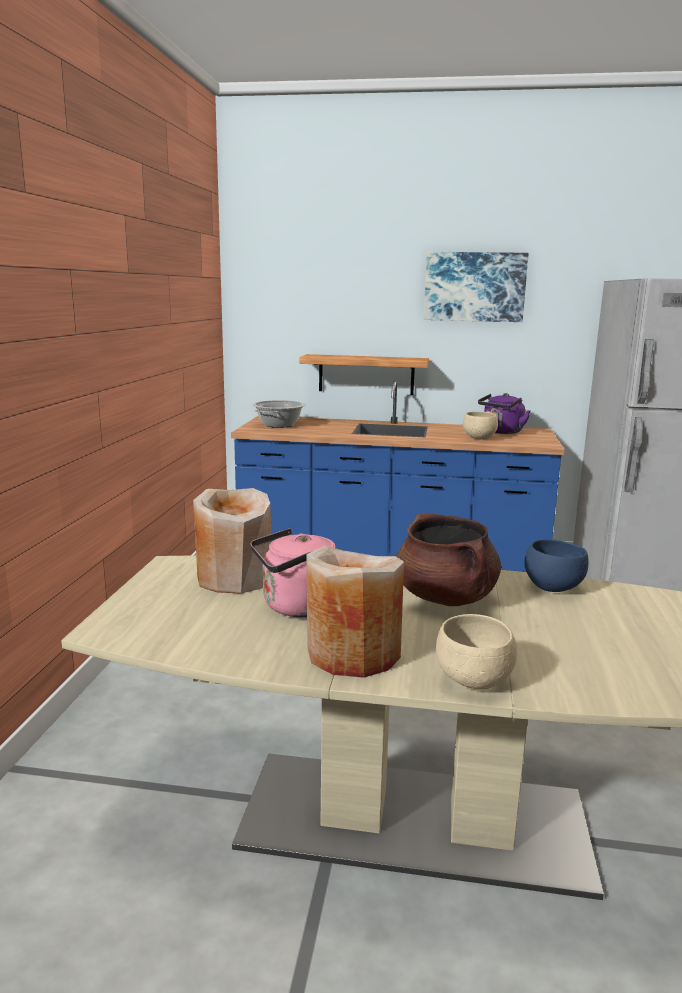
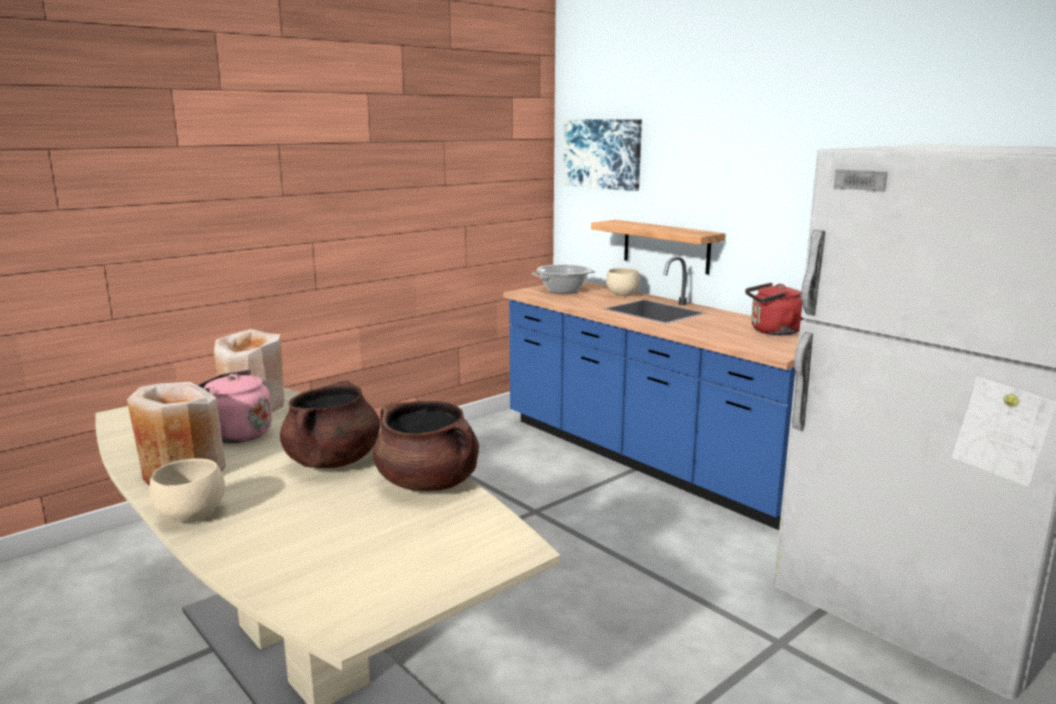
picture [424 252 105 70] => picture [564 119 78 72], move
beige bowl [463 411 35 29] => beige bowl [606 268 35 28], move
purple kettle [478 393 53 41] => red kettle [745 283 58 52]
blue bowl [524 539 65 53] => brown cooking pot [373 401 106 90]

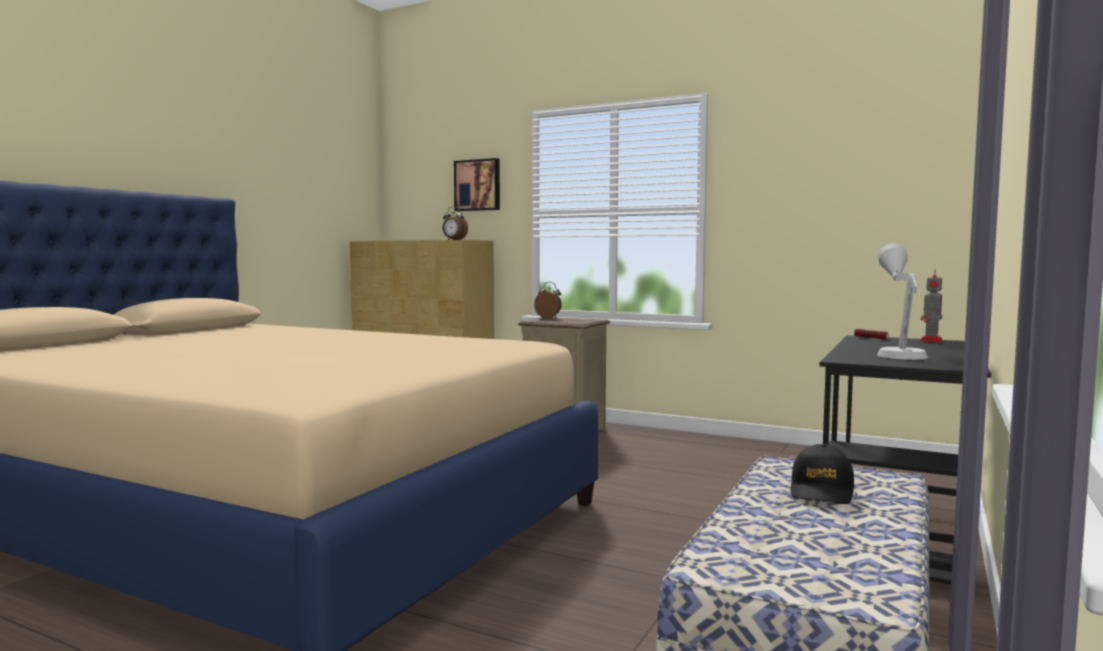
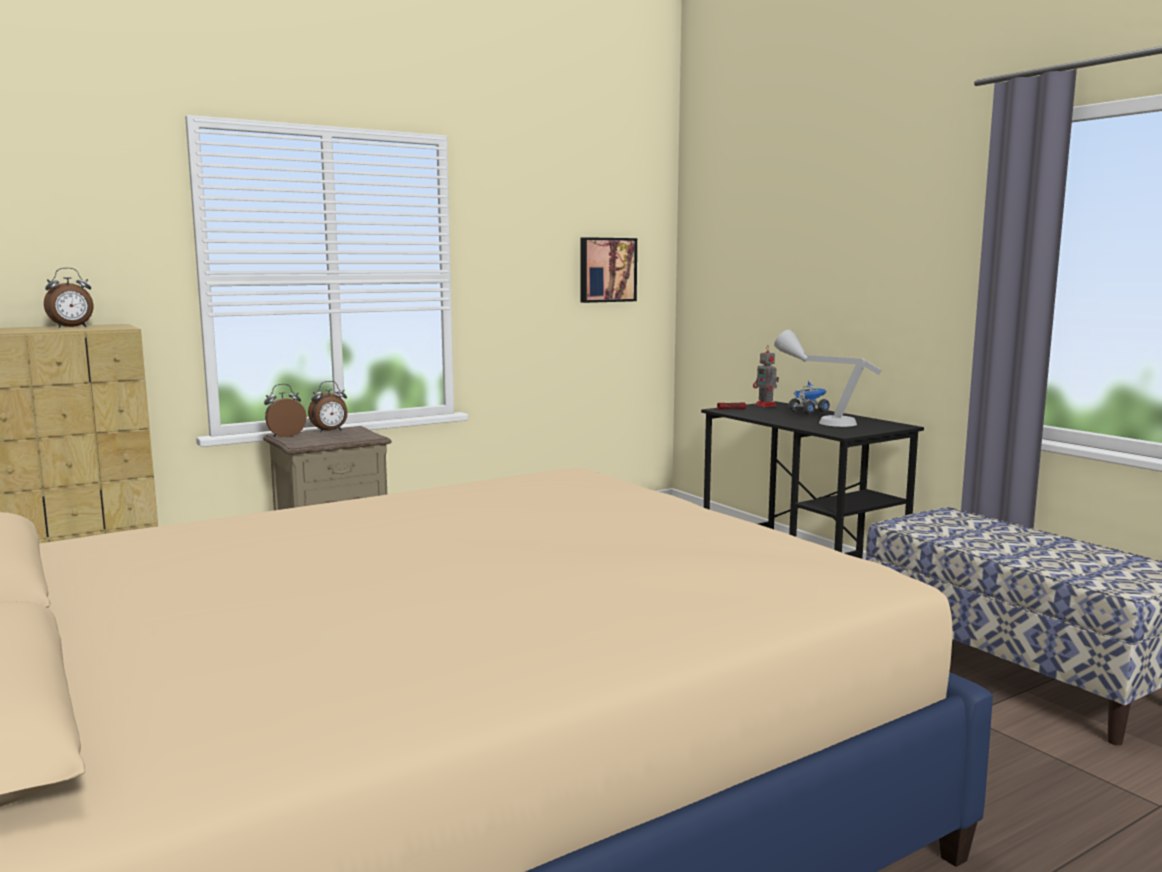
picture [454 158 46 53] => picture [580 237 57 66], move
black cap [790 444 64 60] => nothing
nothing => alarm clock [308 381 40 52]
nothing => toy truck [788 381 42 33]

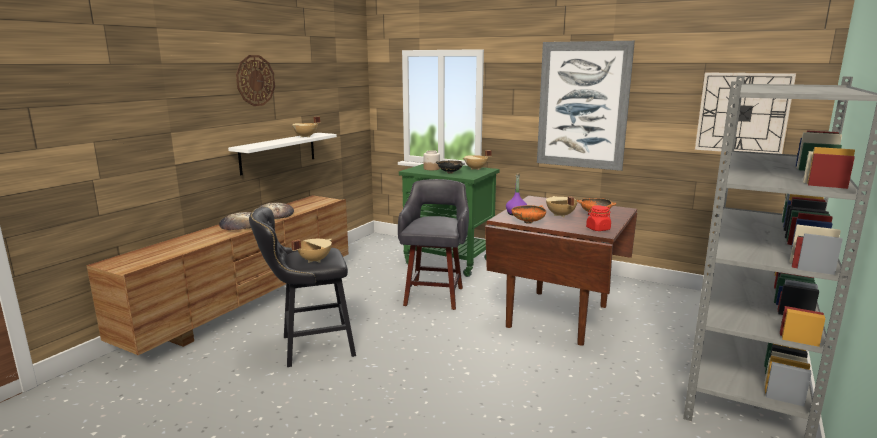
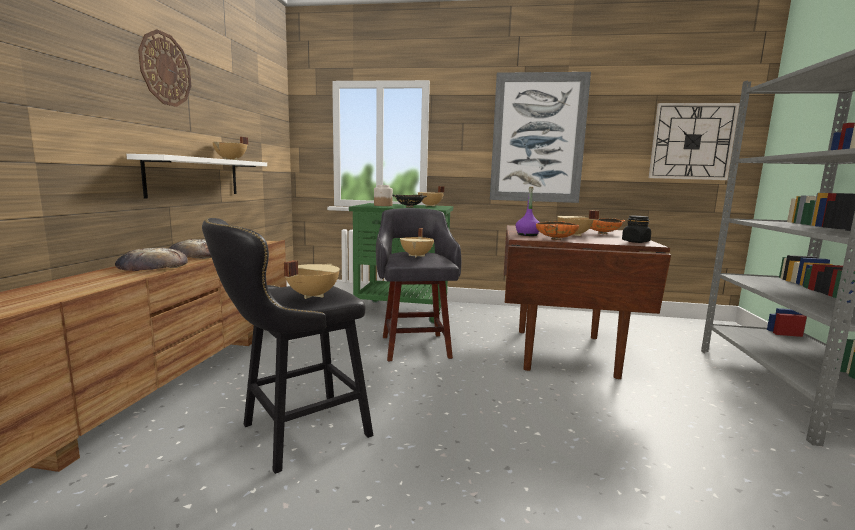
red jar [586 206 25 25] => black jar [622 216 29 27]
nothing => beige cooking pot [400 228 34 29]

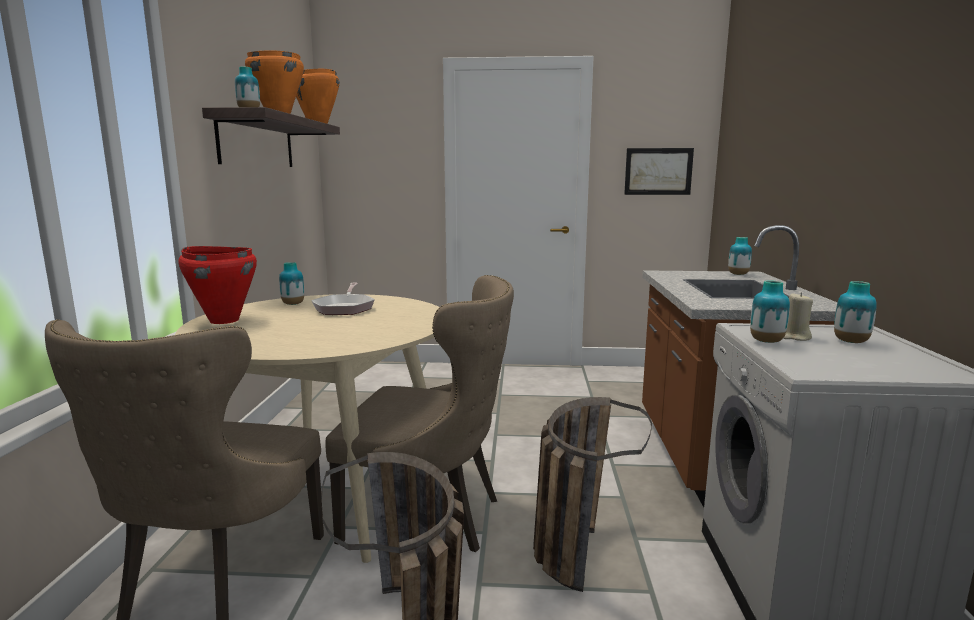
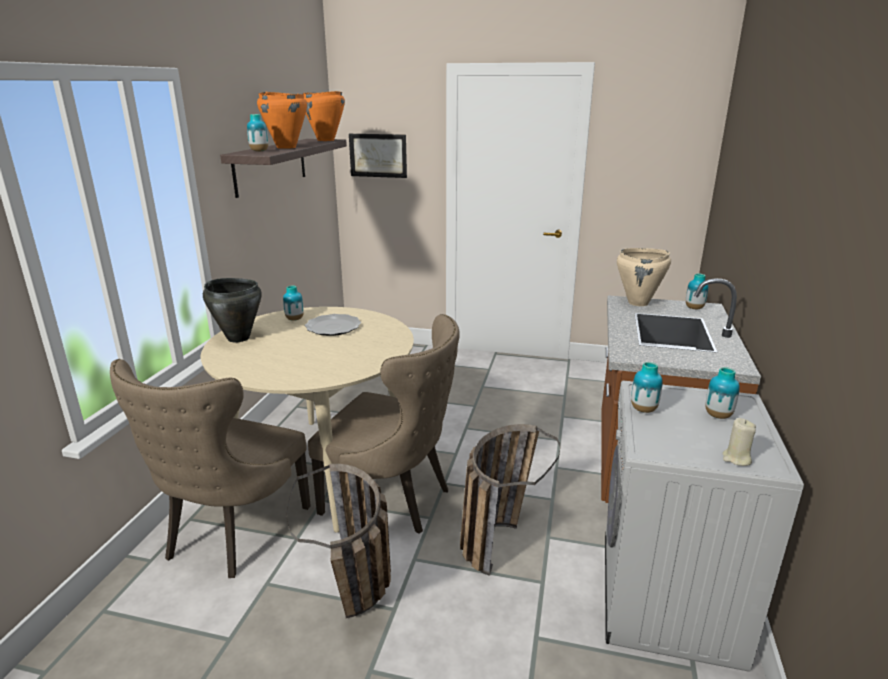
red cooking pot [179 246 78 78] => black cooking pot [203 278 59 64]
frying pan [311 282 64 33] => plate [305 314 56 22]
picture [624 148 70 47] => picture [349 134 58 44], move
beige candle [784 292 29 49] => beige candle [722 418 34 48], move
nothing => beige cooking pot [617 248 54 58]

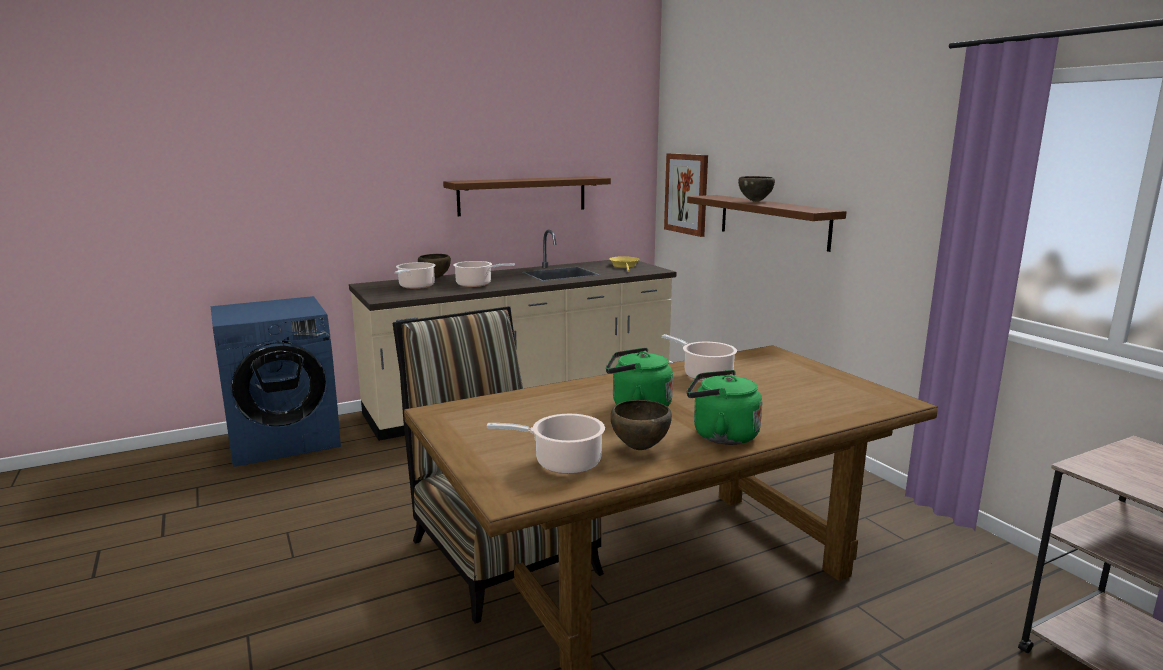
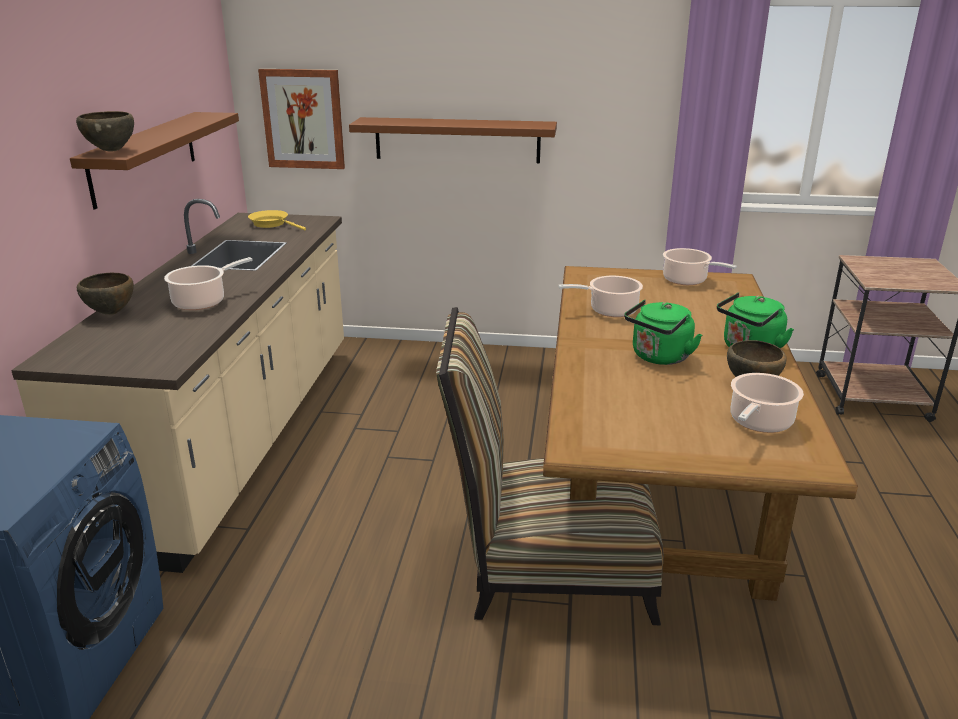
cooking pot [395 262 41 27] => cooking pot [663 248 74 37], move
brown bowl [738 176 37 26] => brown bowl [76 111 58 41], move

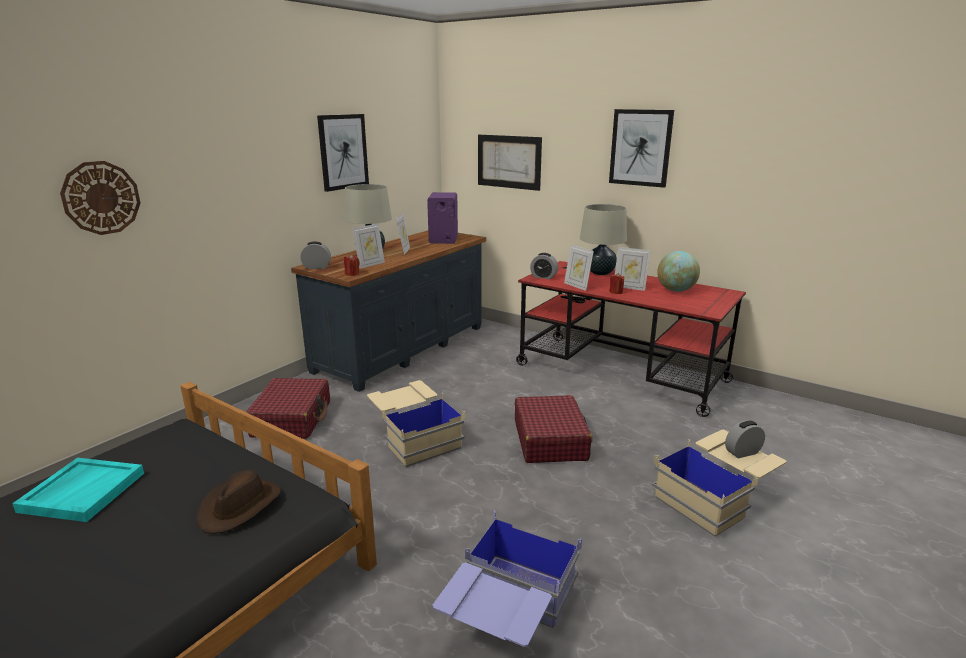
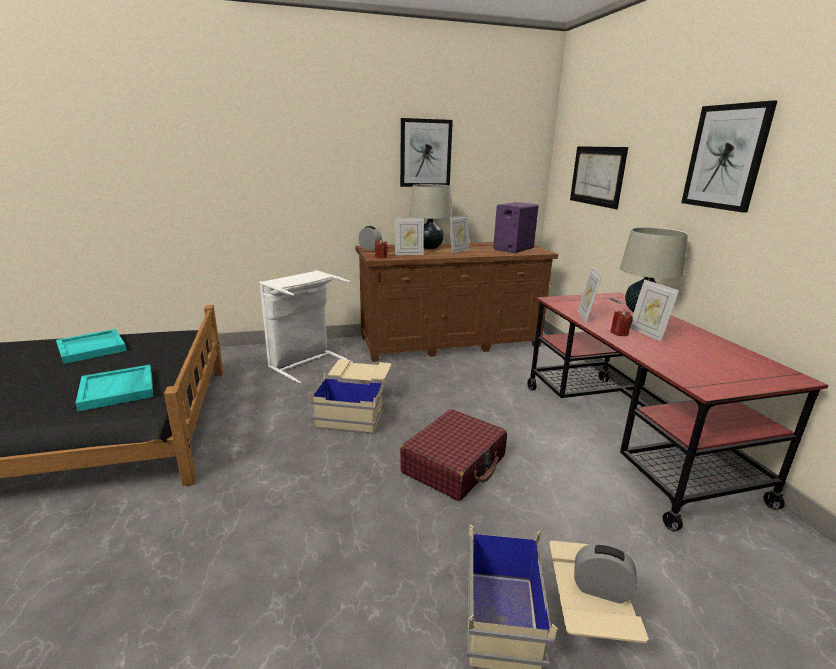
wall clock [60 161 81 74] => nothing
brown hat [196 470 85 64] => turquoise tray [75 365 79 46]
red suitcase [246 378 84 61] => white laundry basket [259 270 94 114]
blue dresser [291 230 195 162] => brown dresser [355 242 203 120]
blue storage box [433 510 149 137] => nothing
alarm clock [530 253 28 26] => nothing
globe [657 251 43 41] => nothing

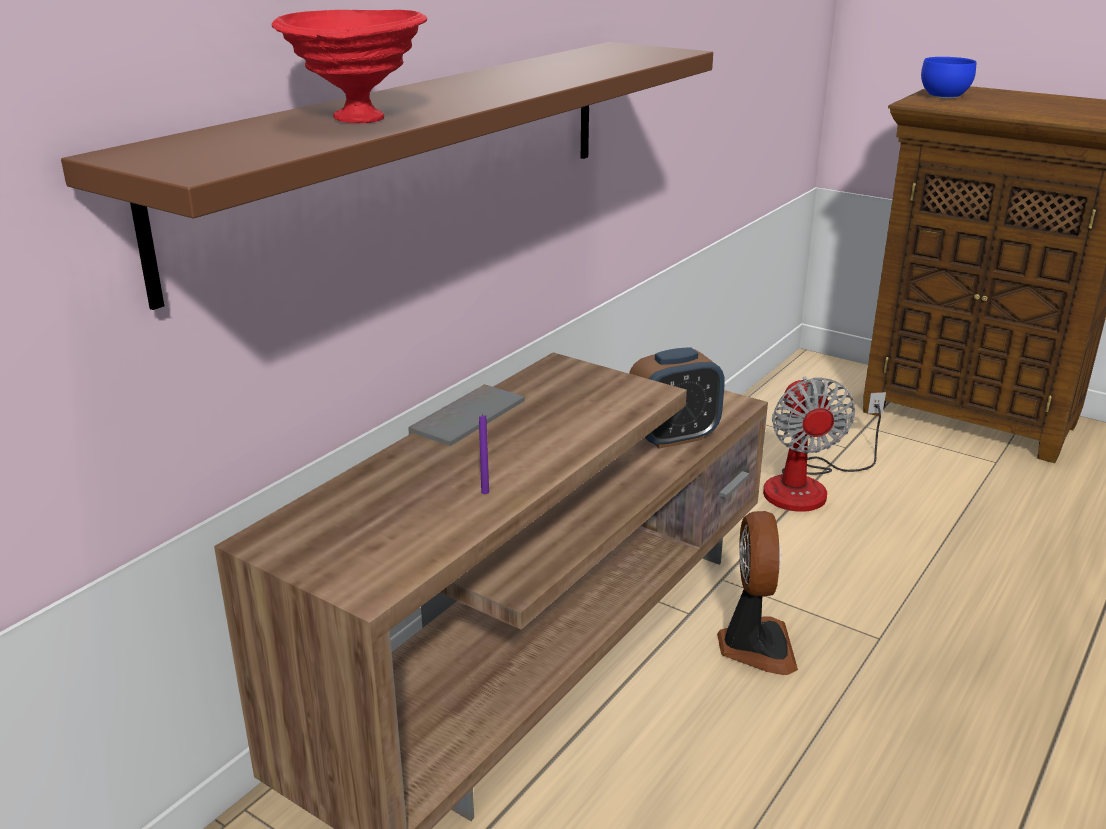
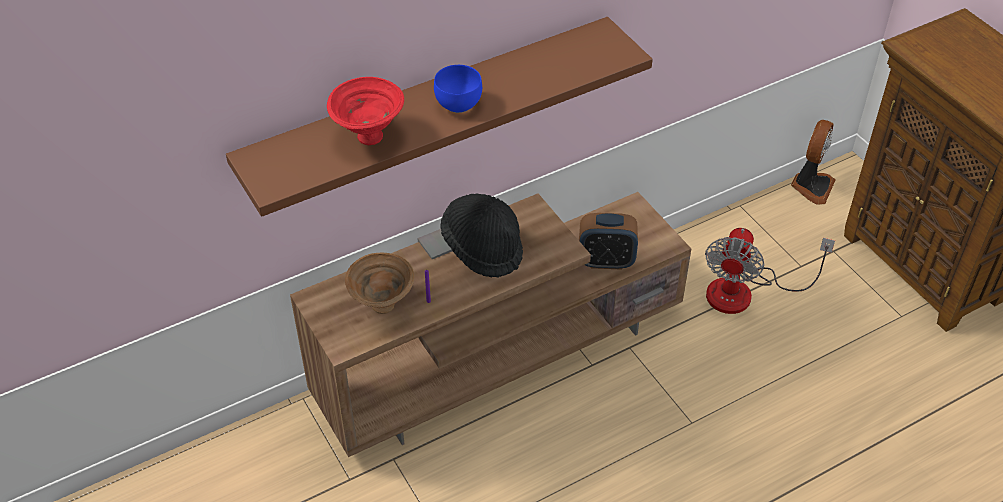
fan [717 511 81 164] => fan [791 120 44 85], move
blue bowl [921 57 55 42] => blue bowl [434 65 48 48], move
nothing => brown bowl [345 253 69 61]
nothing => black hat [440 194 83 83]

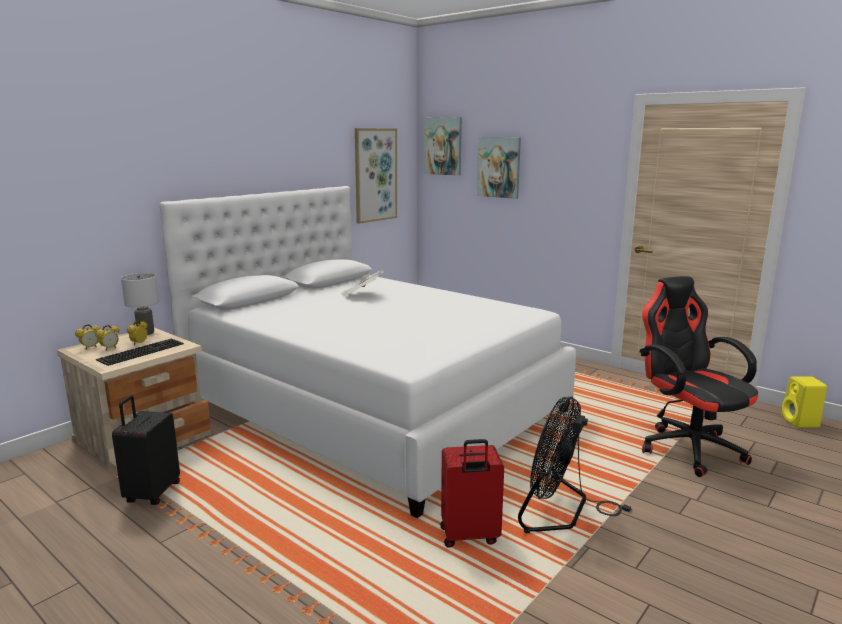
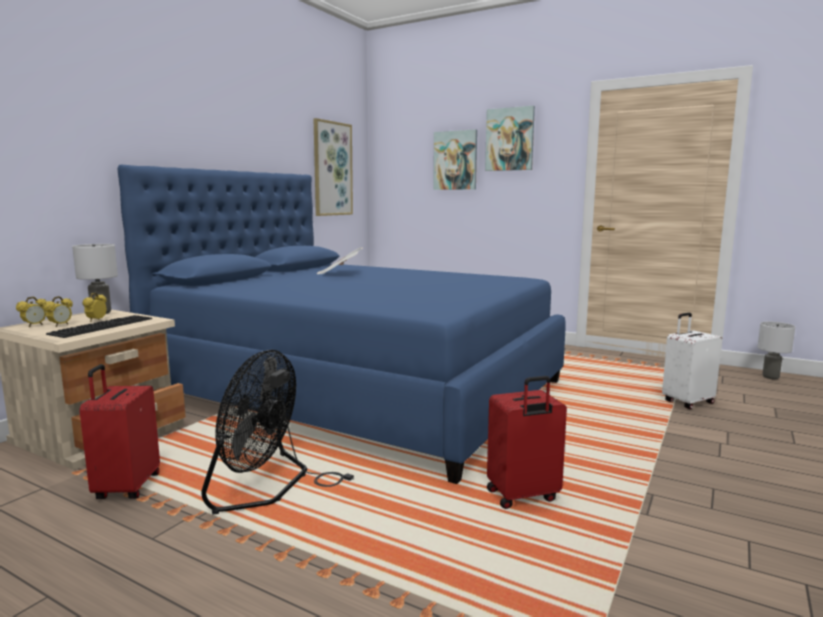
black suitcase [112 395 68 110] => red suitcase [79 364 81 135]
white bed [160 186 416 332] => blue bed [118 165 448 319]
picture [424 117 38 59] => picture [485 106 50 65], move
black fan [518 396 115 137] => black fan [201 350 154 165], move
black office chair [639 276 119 201] => white suitcase [662 313 60 96]
yellow speaker [781 376 46 52] => white table lamp [757 322 38 57]

